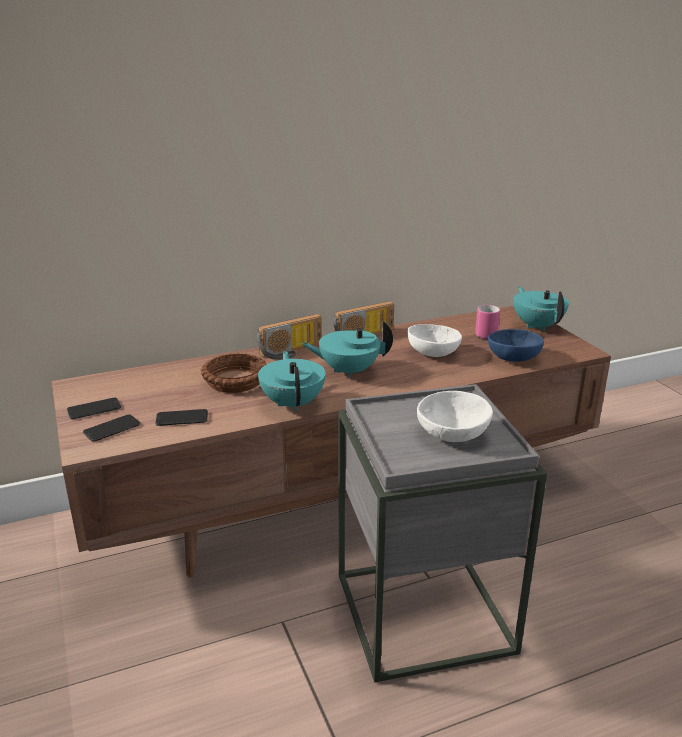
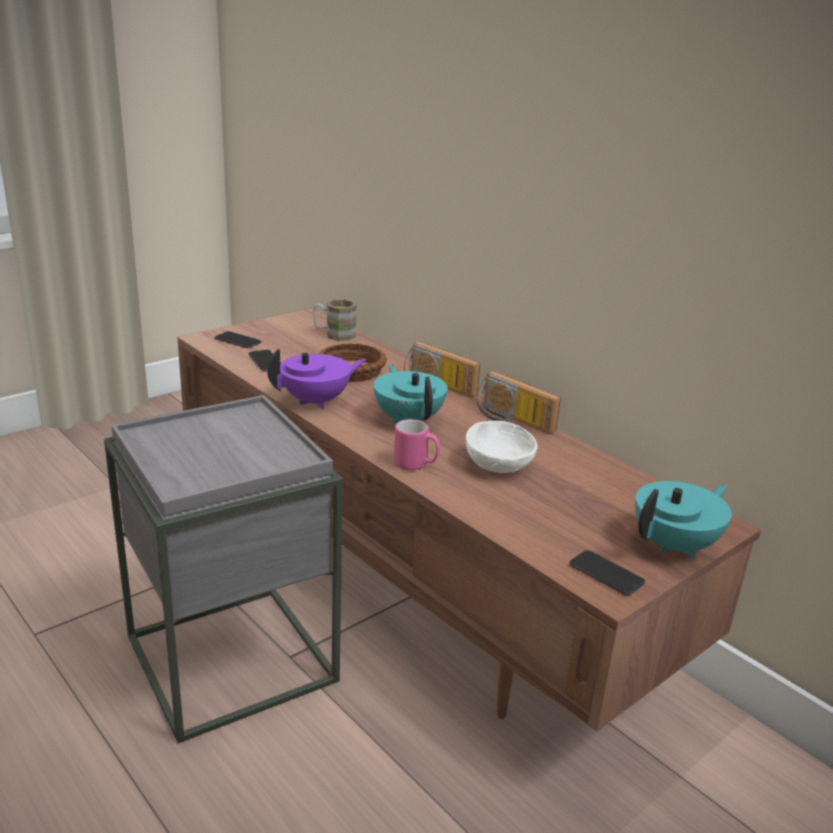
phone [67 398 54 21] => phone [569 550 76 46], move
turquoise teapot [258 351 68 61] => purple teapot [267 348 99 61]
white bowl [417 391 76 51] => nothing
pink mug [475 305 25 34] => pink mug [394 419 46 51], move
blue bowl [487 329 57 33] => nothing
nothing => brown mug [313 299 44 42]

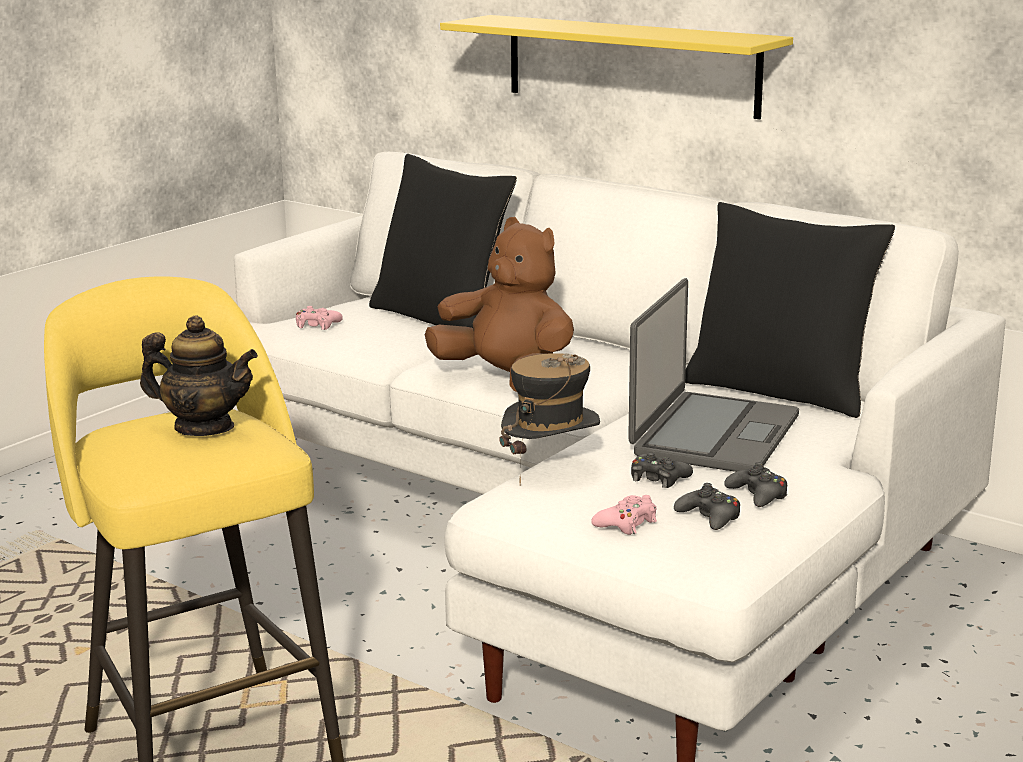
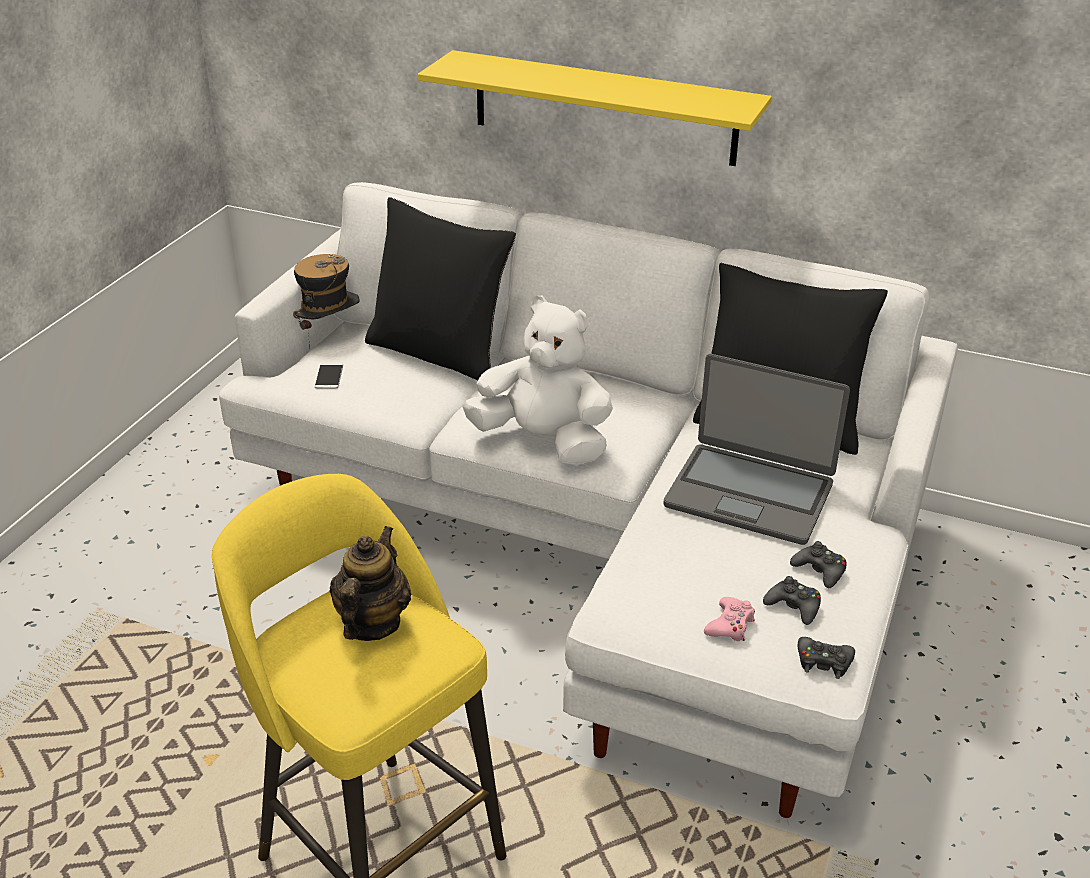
teapot [140 316 118 120] => teapot [330 526 81 115], 75 degrees counterclockwise
pink game controller [296 306 47 24] => phone [315 363 28 26]
brown plush toy [425 217 149 175] => white plush toy [462 296 151 170]
hat [499 353 101 132] => hat [293 254 66 95], move
laptop [628 278 171 194] => laptop [663 354 187 191], 105 degrees clockwise
black game controller [631 452 62 36] => black game controller [798 637 57 42], move

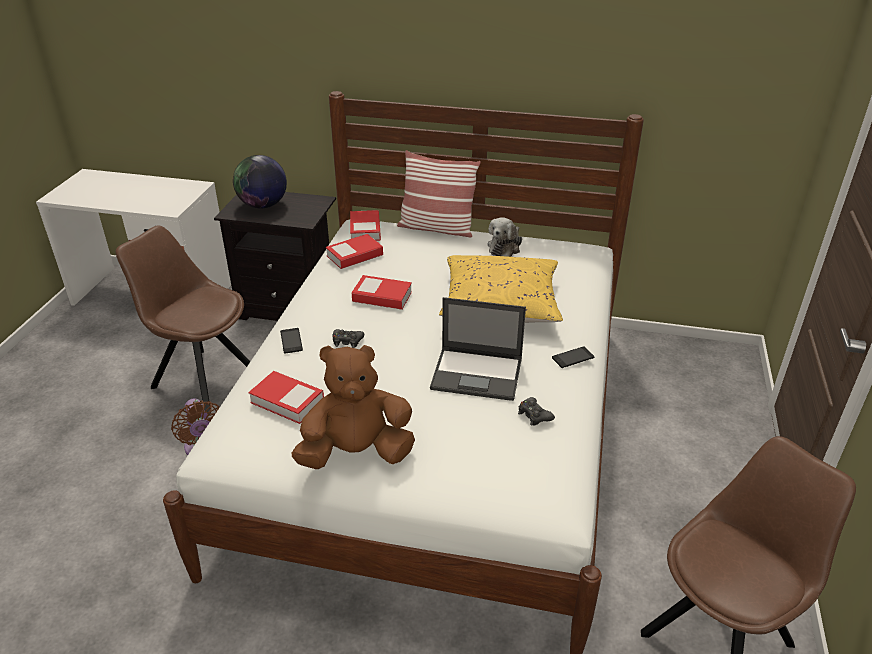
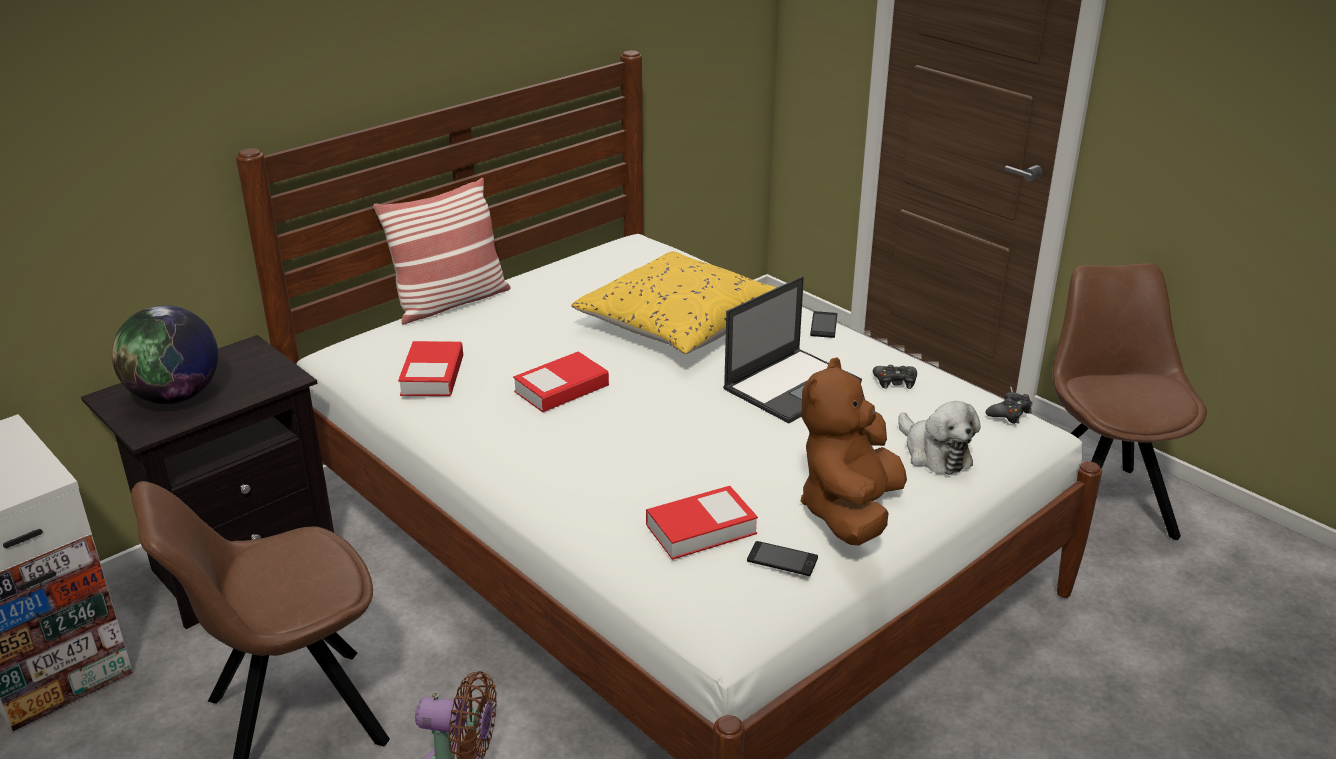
phone [280 328 23 26] => phone [747 541 71 35], move
black game controller [333 329 31 19] => black game controller [986 392 46 32], move
book [350 210 31 31] => nothing
plush toy [487 217 35 40] => plush toy [898 401 83 74], move

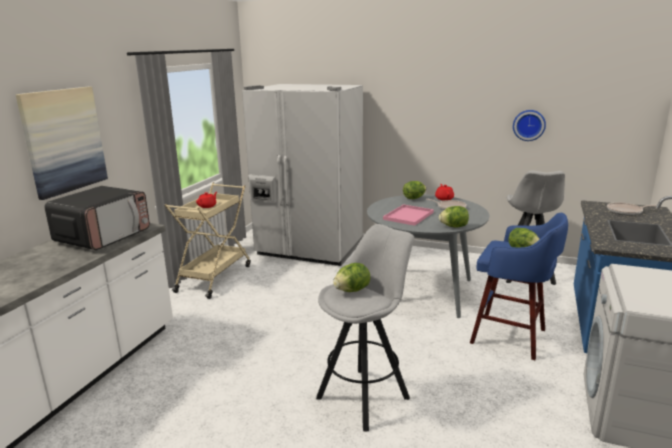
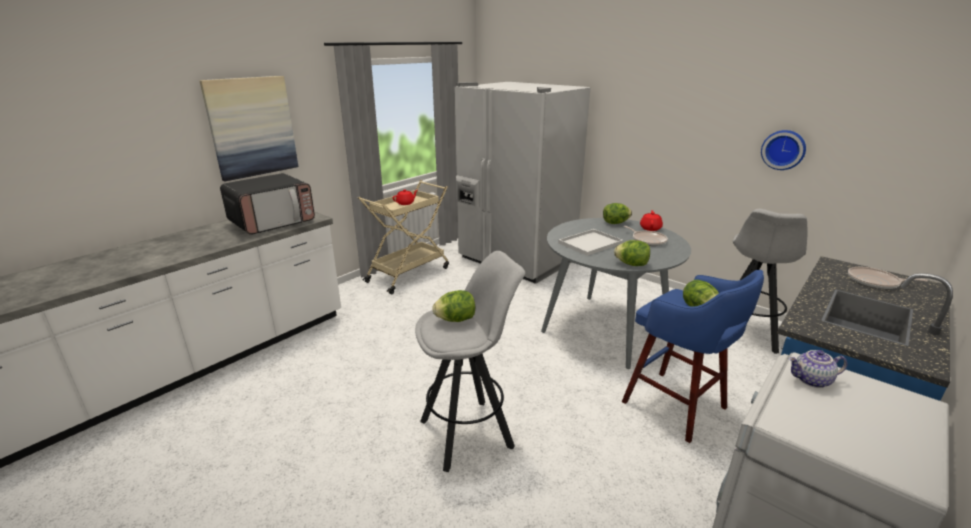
pink tray [383 204 51 22] => white tray [558 229 65 27]
nothing => teapot [789 350 58 38]

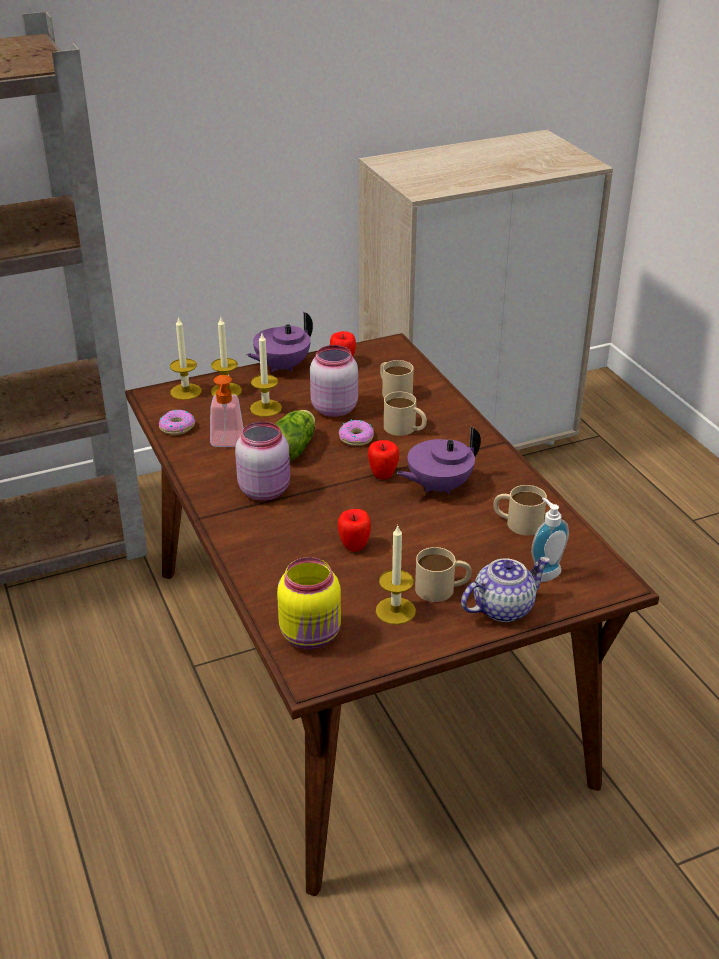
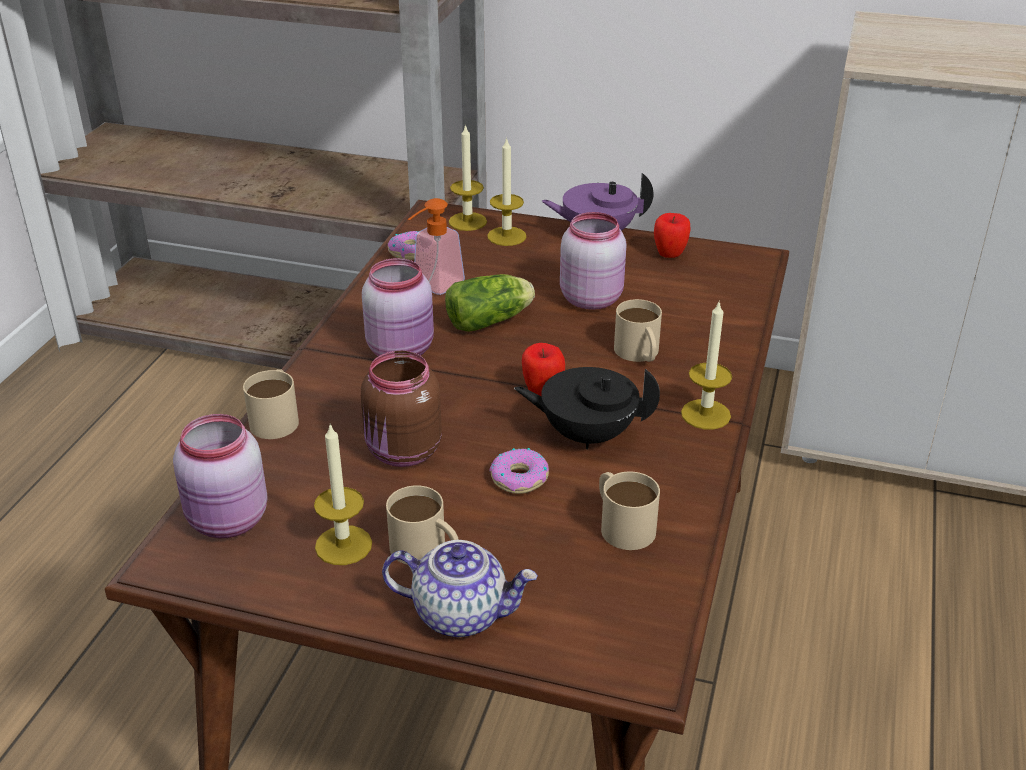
candle [250 334 32 83] => candle [681 300 51 129], move
yellow jar [277 557 64 92] => pink jar [173 414 94 125]
apple [338 509 33 43] => brown jar [361 351 81 116]
donut [339 420 35 26] => donut [489 448 60 46], move
beige mug [380 360 34 38] => beige mug [243 369 56 70], move
purple teapot [397 427 84 68] => black teapot [514 367 146 82]
soap dispenser [531 497 38 85] => nothing

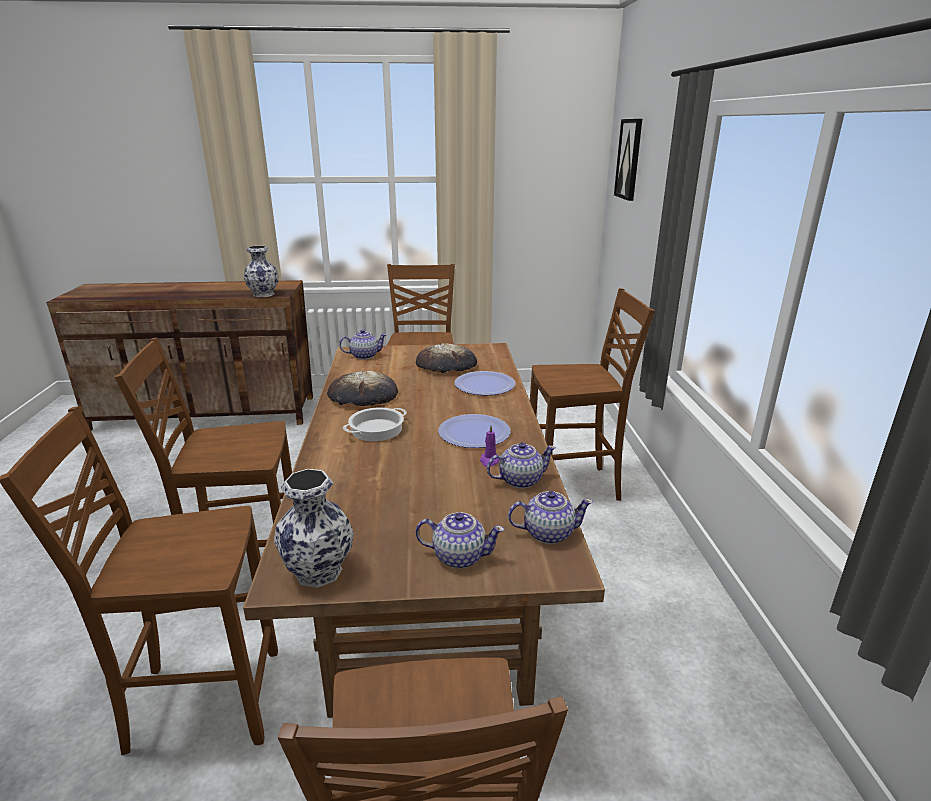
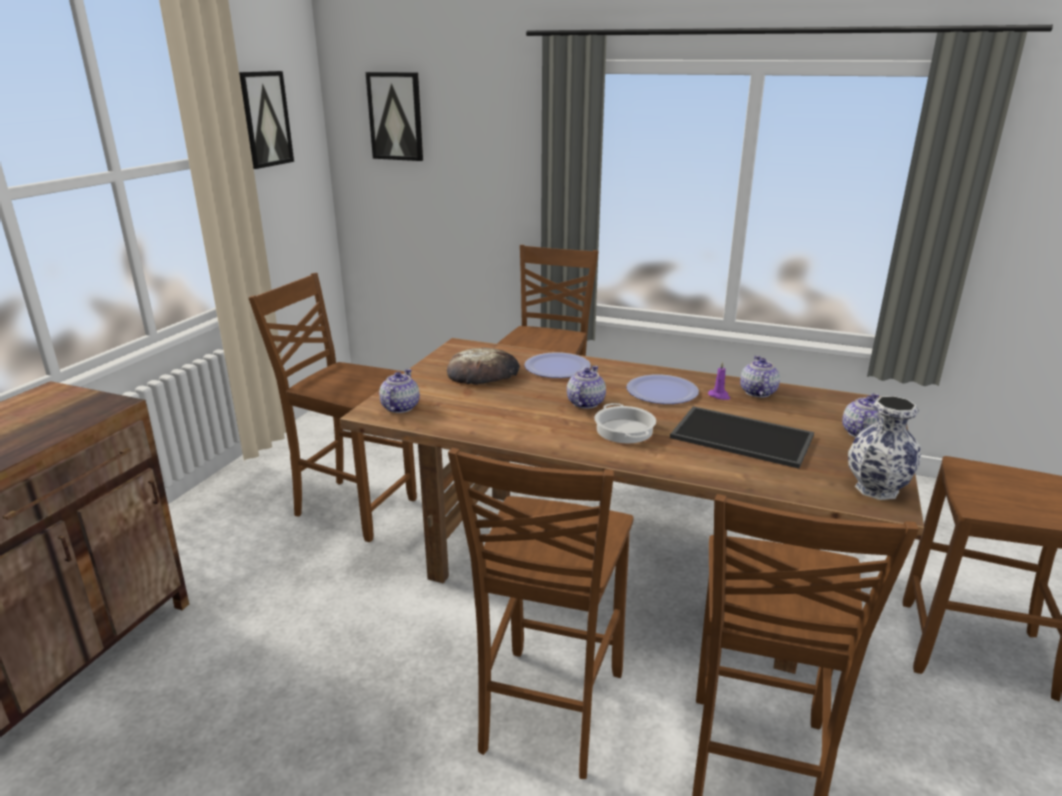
vase [244 246 35 51] => nothing
bread [327 370 71 36] => nothing
teapot [508 491 85 53] => teapot [567 366 39 43], move
nothing => picture [239 71 55 98]
nothing => tray [670 406 144 63]

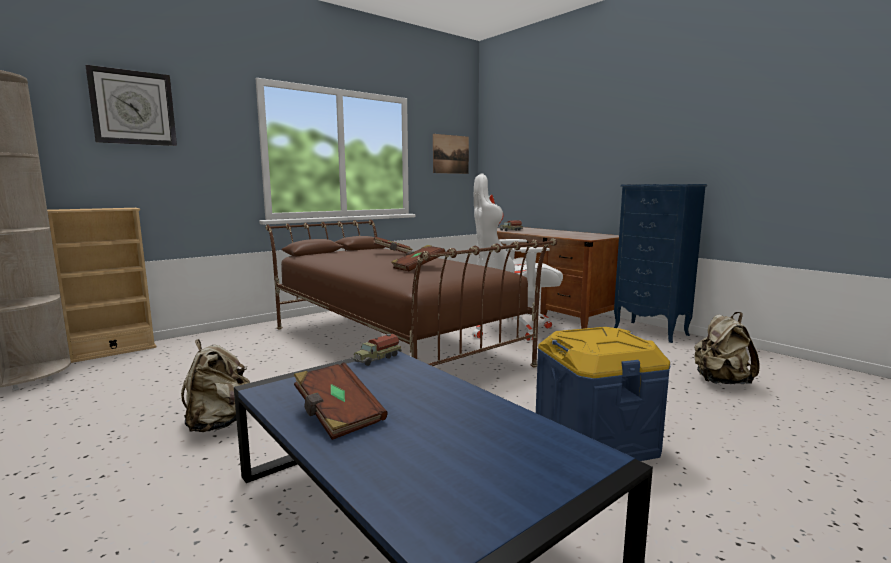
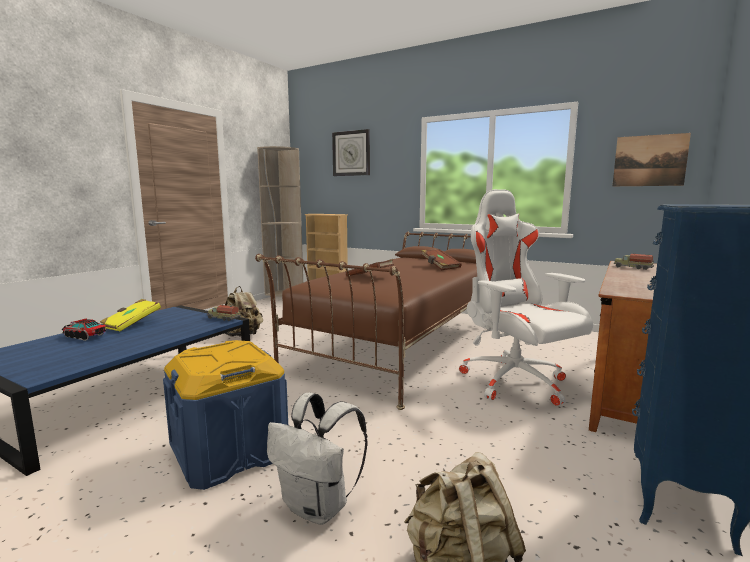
brown book [294 362 93 78] => yellow book [100 299 61 33]
nothing => toy truck [62 318 44 23]
nothing => white backpack [267 393 101 132]

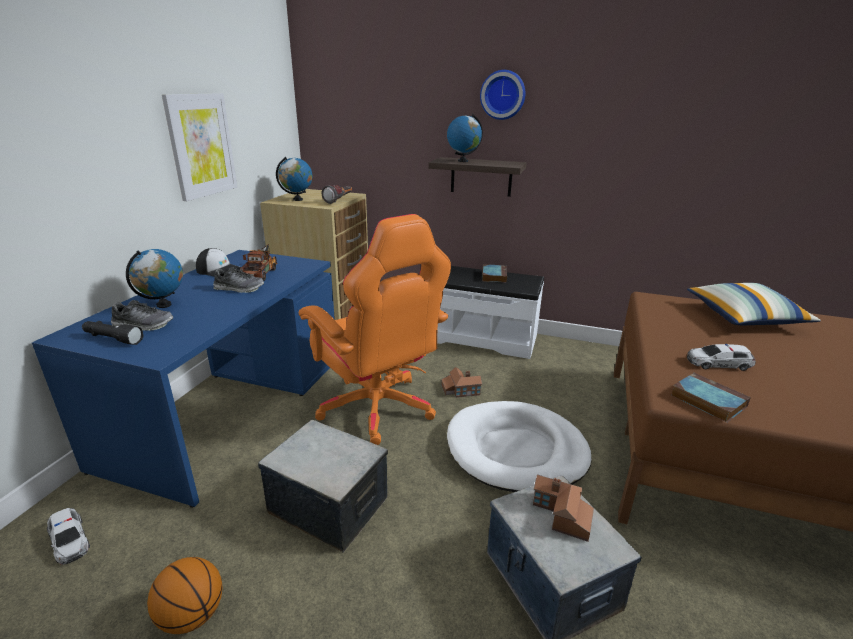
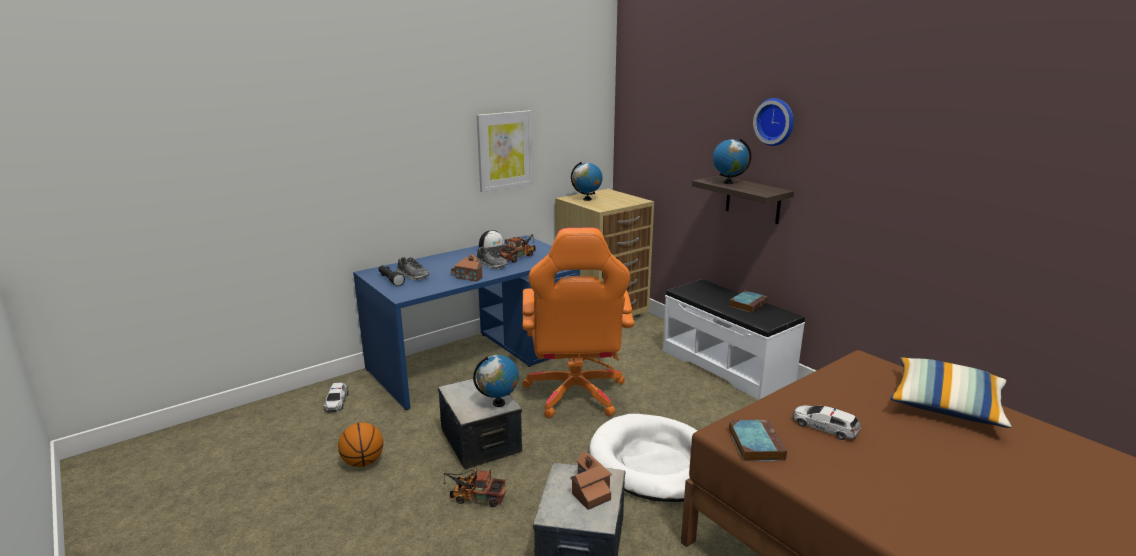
globe [126 249 57 59] => globe [473 355 46 52], move
flashlight [322 185 30 19] => nothing
toy house [441 367 41 31] => toy house [451 254 32 28], move
nothing => toy truck [443 468 63 39]

